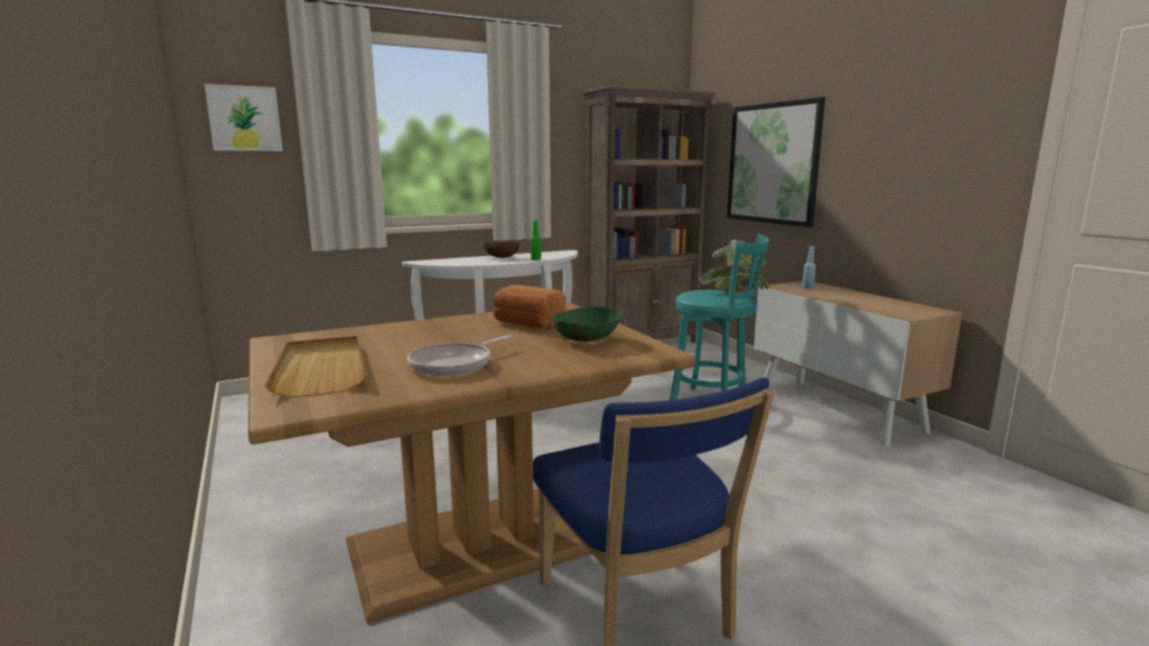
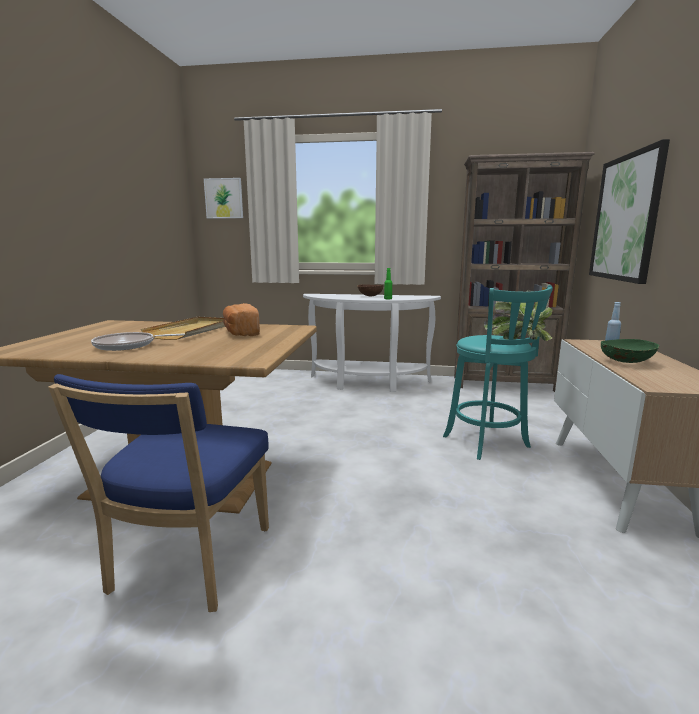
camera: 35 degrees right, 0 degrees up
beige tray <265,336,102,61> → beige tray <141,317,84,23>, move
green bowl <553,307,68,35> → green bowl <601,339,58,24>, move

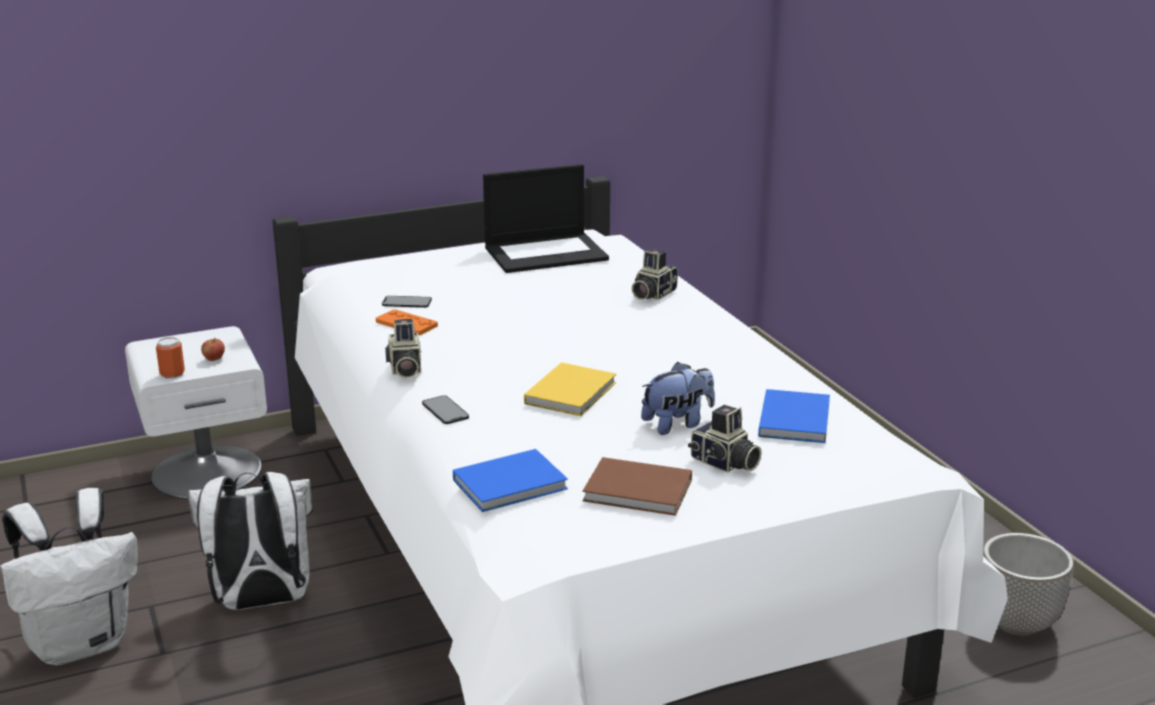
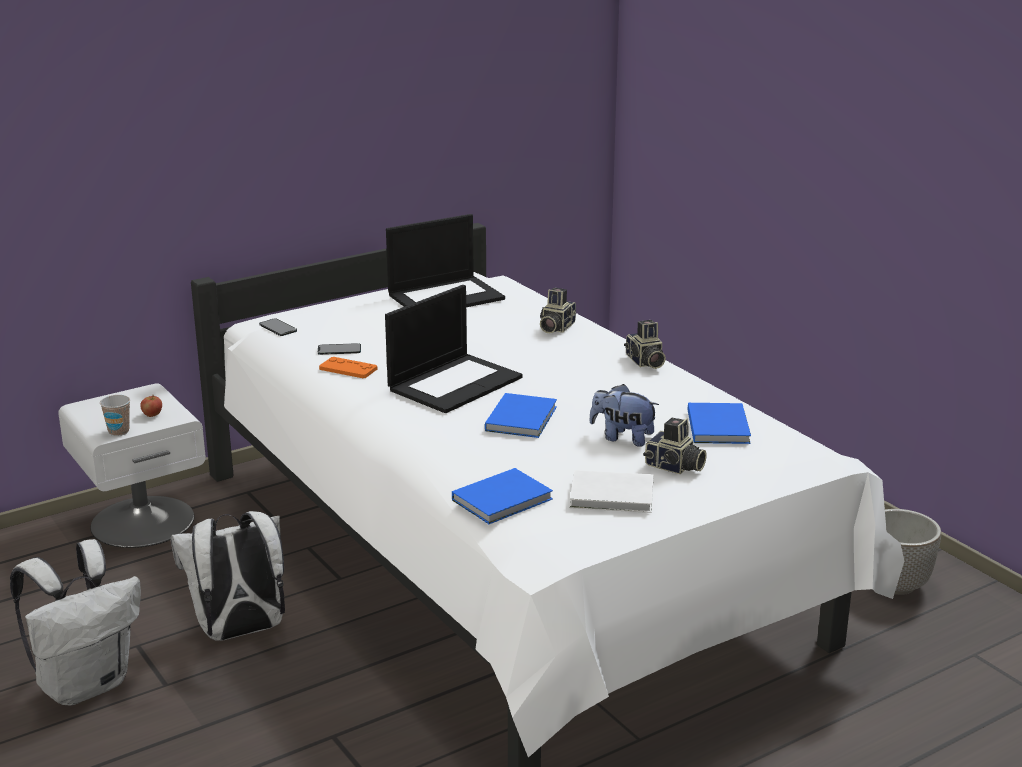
camera: 10 degrees left, 0 degrees up
- → laptop <385,285,138,128>
photo camera <385,319,36,60> → photo camera <624,320,42,49>, move
phone <422,395,47,29> → phone <259,319,38,17>, move
can <156,337,29,42> → cup <100,395,30,41>
yellow book <524,362,92,54> → blue book <485,393,72,45>
brown book <583,457,109,59> → white book <570,470,84,43>
plush toy <641,362,74,73> → plush toy <589,384,70,63>, 120 degrees counterclockwise

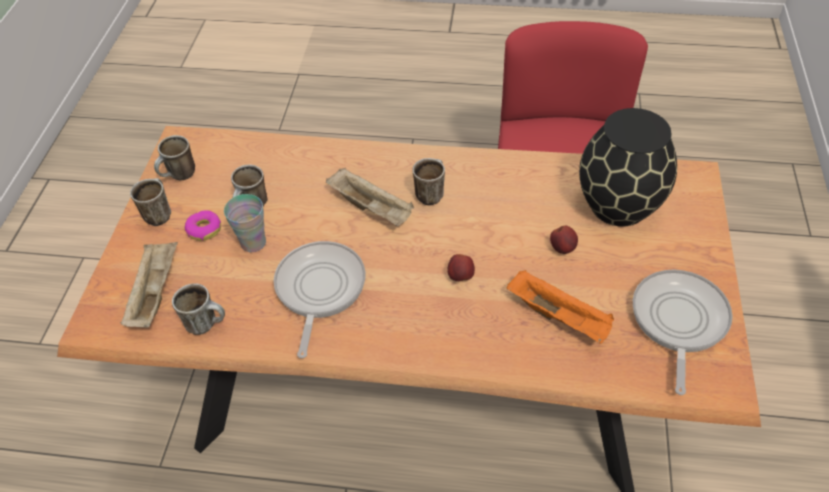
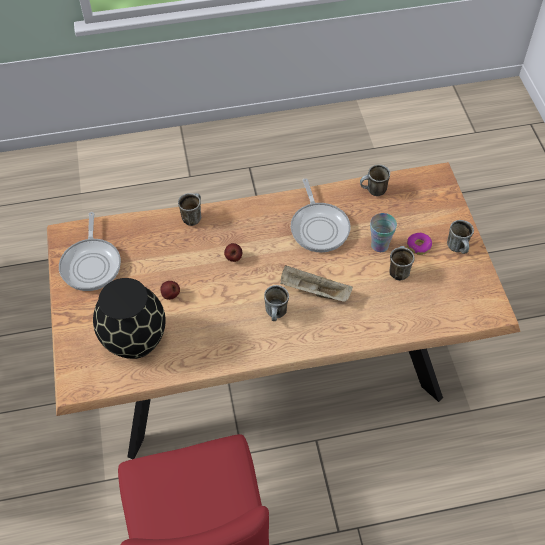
camera: 160 degrees right, 5 degrees up
beige tray <120,242,58,86> → -
orange tray <506,270,108,74> → -
mug <154,135,41,45> → mug <178,193,23,33>, move

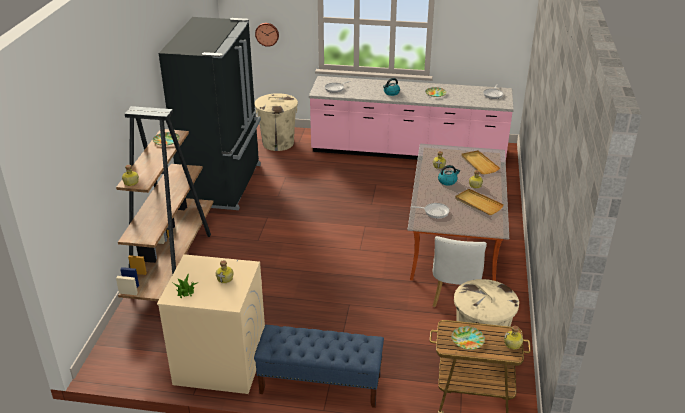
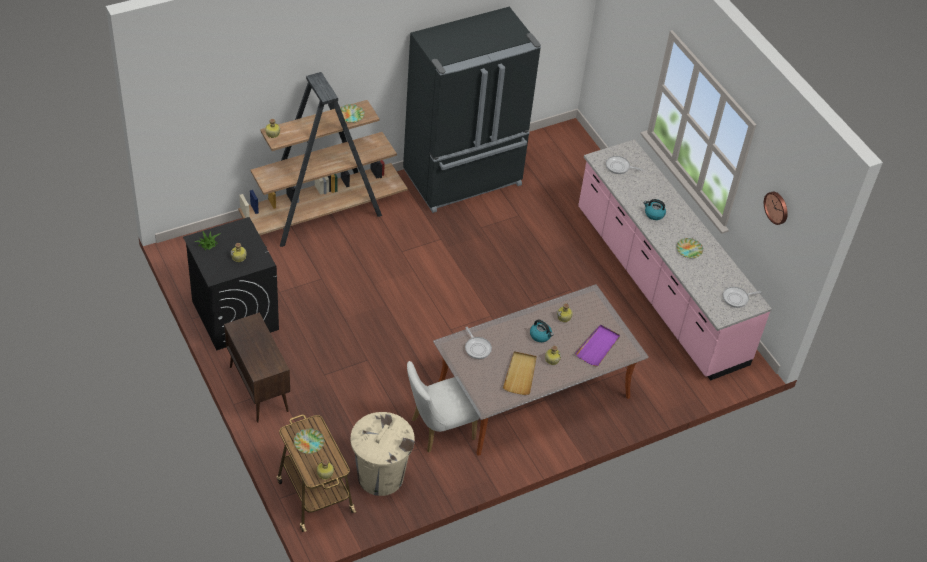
camera: 50 degrees right, 15 degrees up
beige trash can <255,93,43,58> → -
wall clock <255,23,24,24> → wall clock <764,192,24,33>, move
blue bench <254,325,130,83> → brown cabinet <224,312,66,110>
beige washing machine <157,254,108,140> → black washing machine <183,217,96,134>
beige tray <461,150,39,24> → purple tray <575,324,45,42>

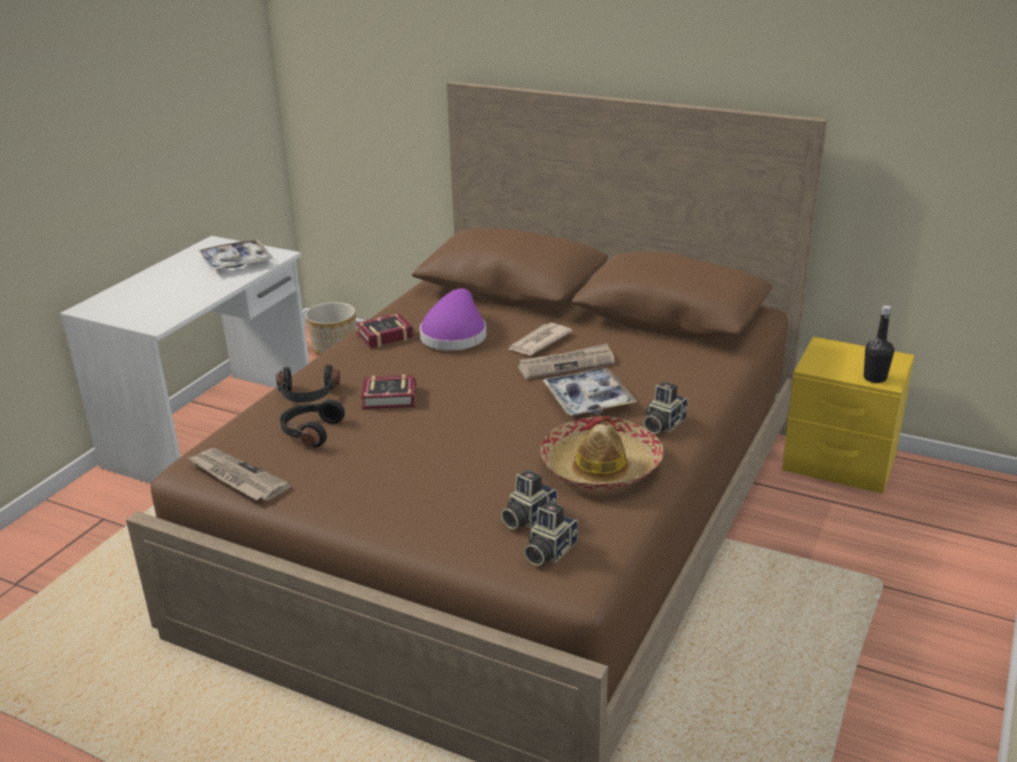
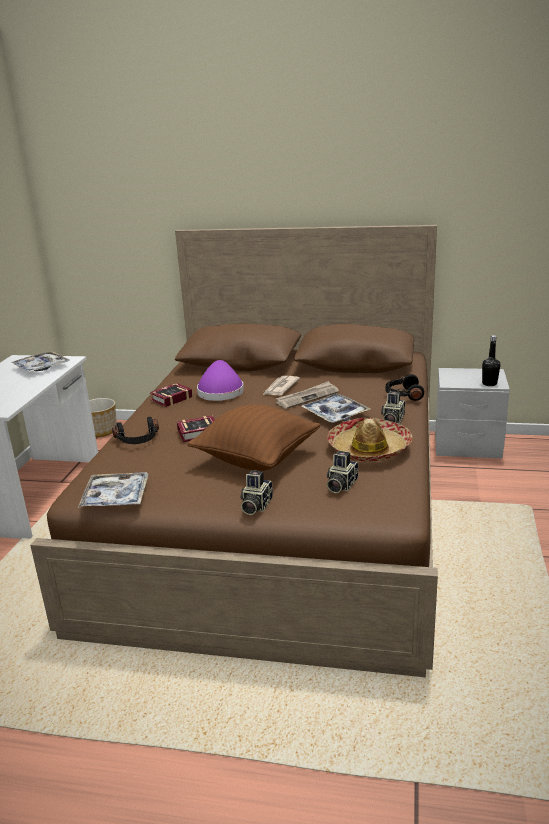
camera: 15 degrees left, 5 degrees down
- → brown pillow <187,405,133,66>
black headphones <280,400,65,47> → black headphones <386,374,38,27>, move
photo camera <524,502,54,64> → photo camera <240,470,33,45>, move
newspaper <188,448,103,53> → tray <78,472,71,36>
yellow nightstand <782,337,132,157> → grey nightstand <435,368,75,91>

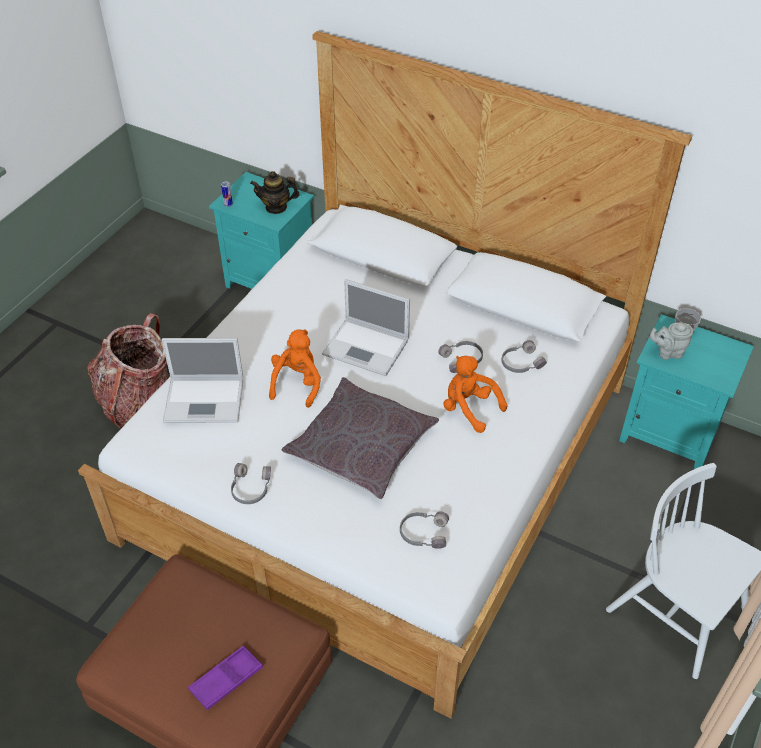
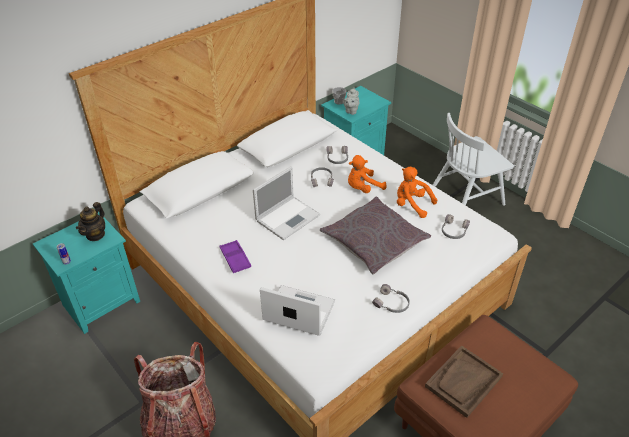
camera: 70 degrees left, 5 degrees down
- → brown tray <425,345,78,73>
purple tray <188,646,75,64> → purple tray <220,240,31,33>, move
orange plush toy <269,329,52,79> → orange plush toy <397,167,40,51>, move
laptop <162,338,81,85> → laptop <260,285,75,51>, 90 degrees counterclockwise

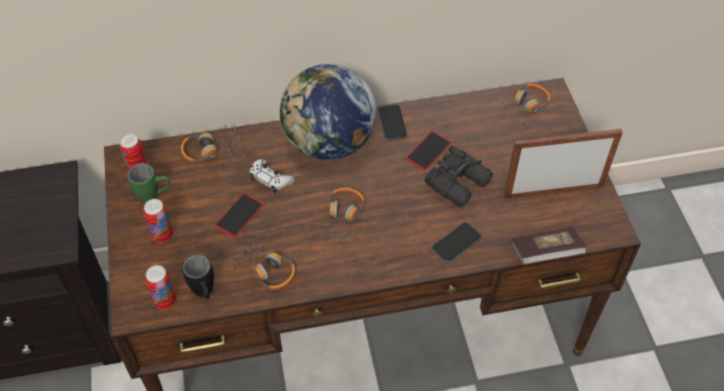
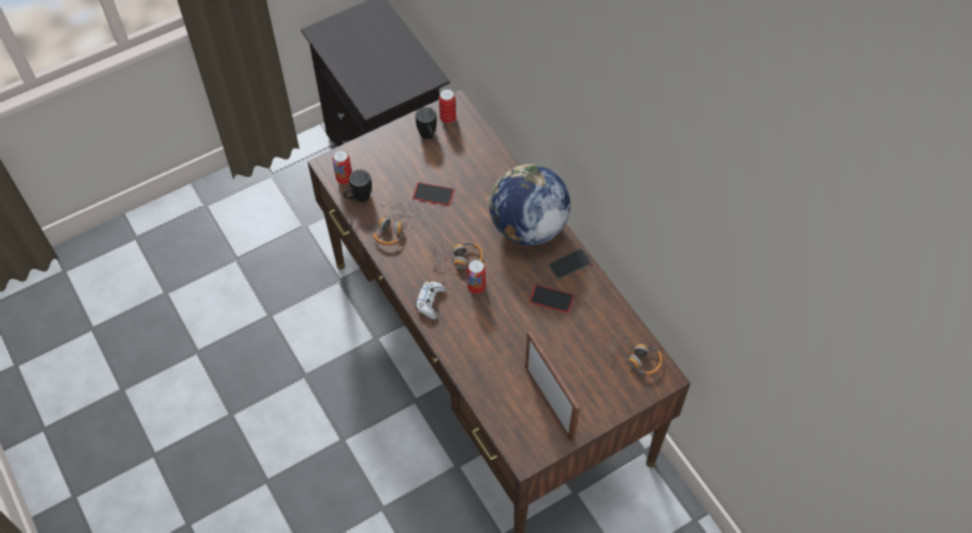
camera: 70 degrees right, 5 degrees up
headphones <181,123,64,40> → -
black binoculars <425,145,68,62> → -
phone <431,222,51,41> → -
book <511,227,76,38> → -
can <143,199,30,44> → can <467,260,18,34>, move
white game controller <250,159,45,34> → white game controller <415,281,31,38>, move
green mug <127,163,43,41> → black mug <415,107,22,32>

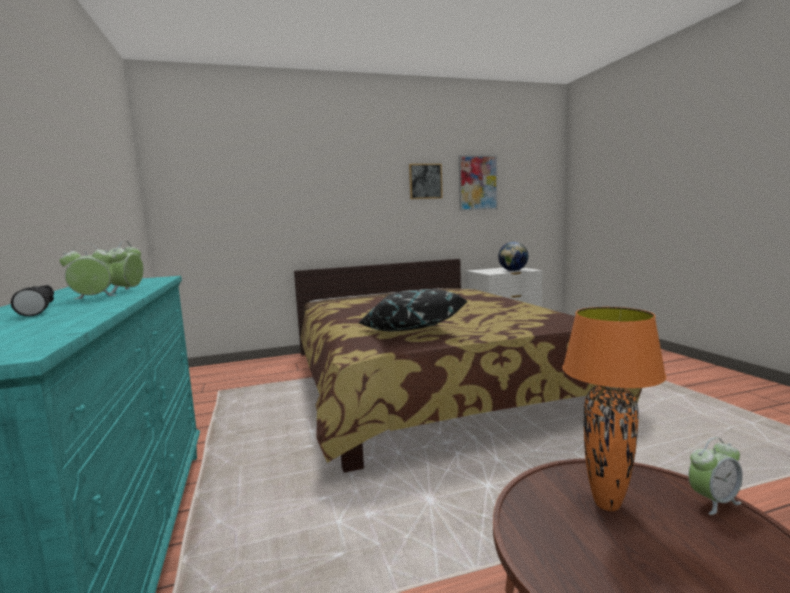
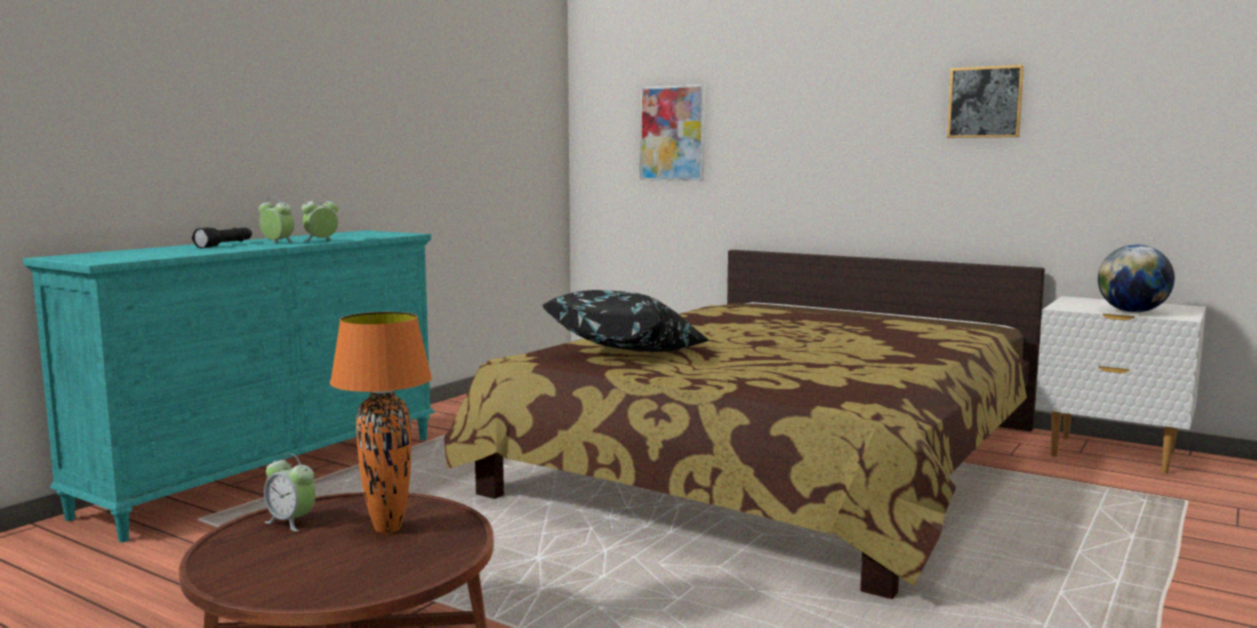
camera: 50 degrees right, 0 degrees up
picture <459,155,39,56> → picture <640,84,65,97>, move
alarm clock <688,437,55,78> → alarm clock <264,453,52,78>, move

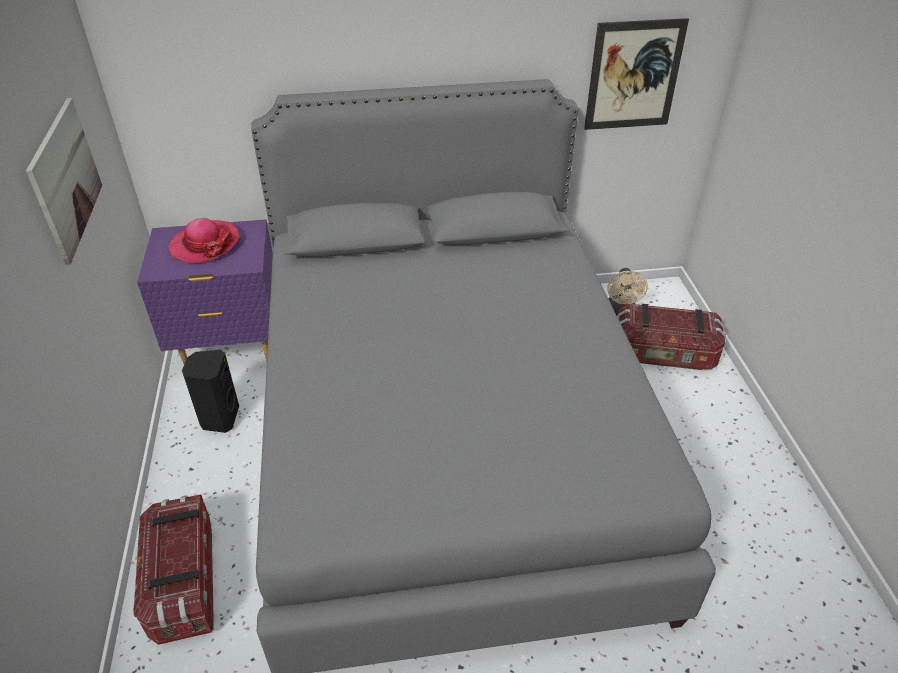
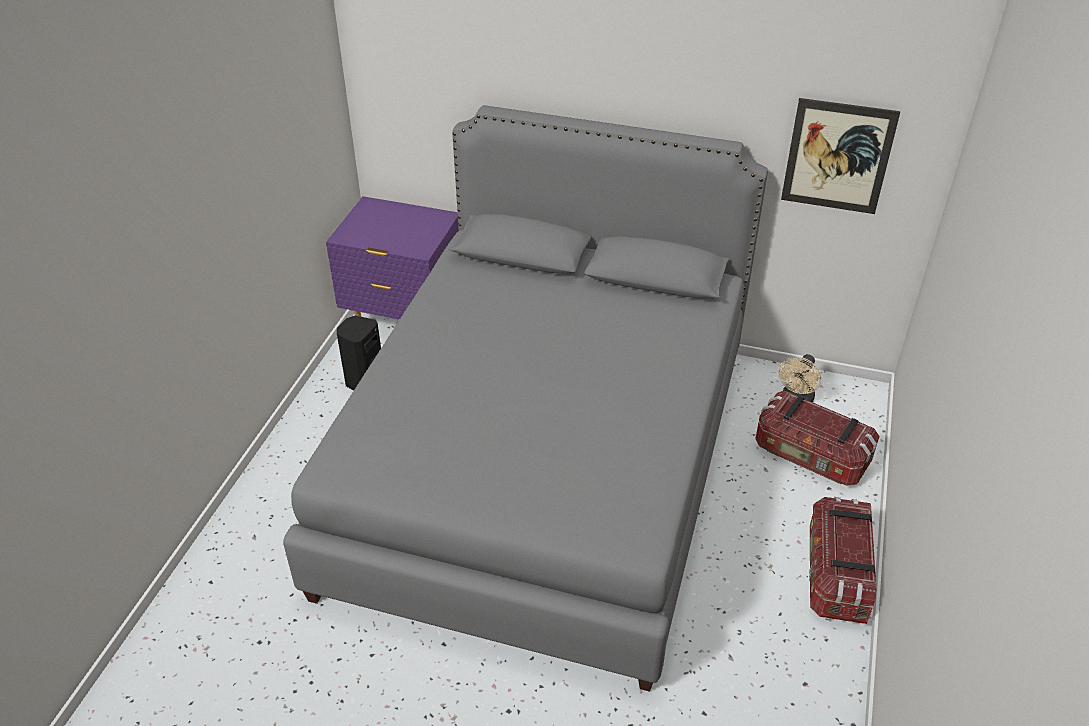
camera: 25 degrees right, 0 degrees up
picture <26,98,76,167> → -
hat <169,218,72,45> → -
storage box <133,495,81,150> → storage box <809,497,67,127>, move

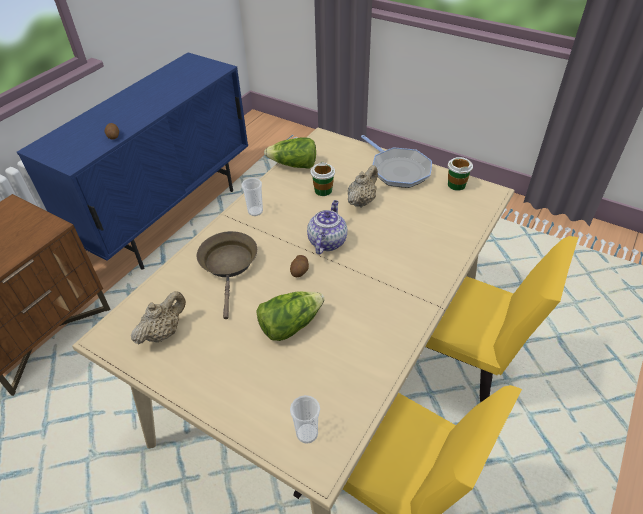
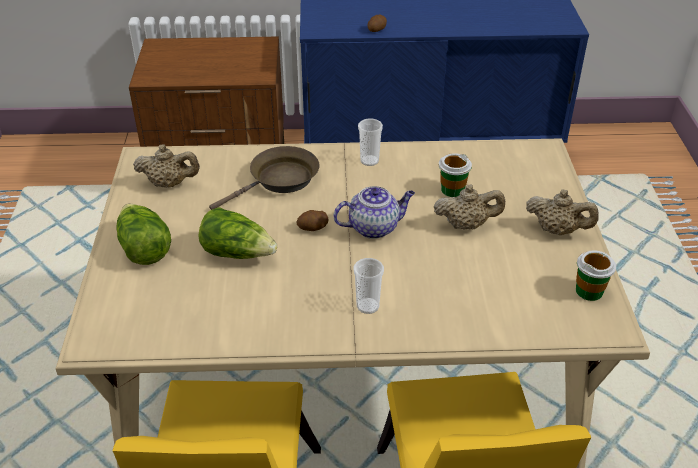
camera: 55 degrees right, 5 degrees down
lettuce <264,137,52,32> → lettuce <117,203,54,62>, move
cup <290,395,30,49> → cup <354,258,30,56>, move
frying pan <361,135,71,53> → beige teapot <526,189,73,46>

